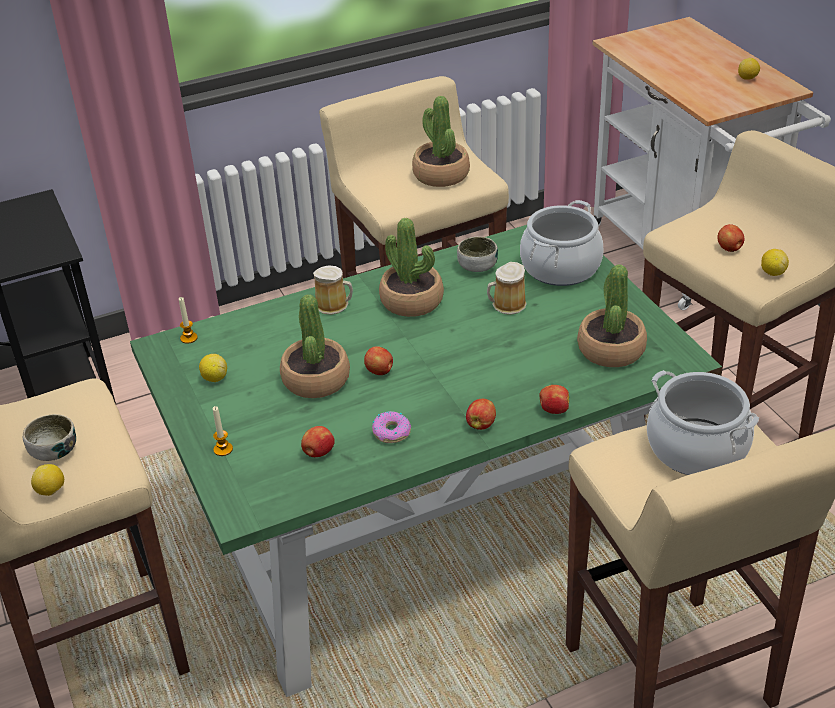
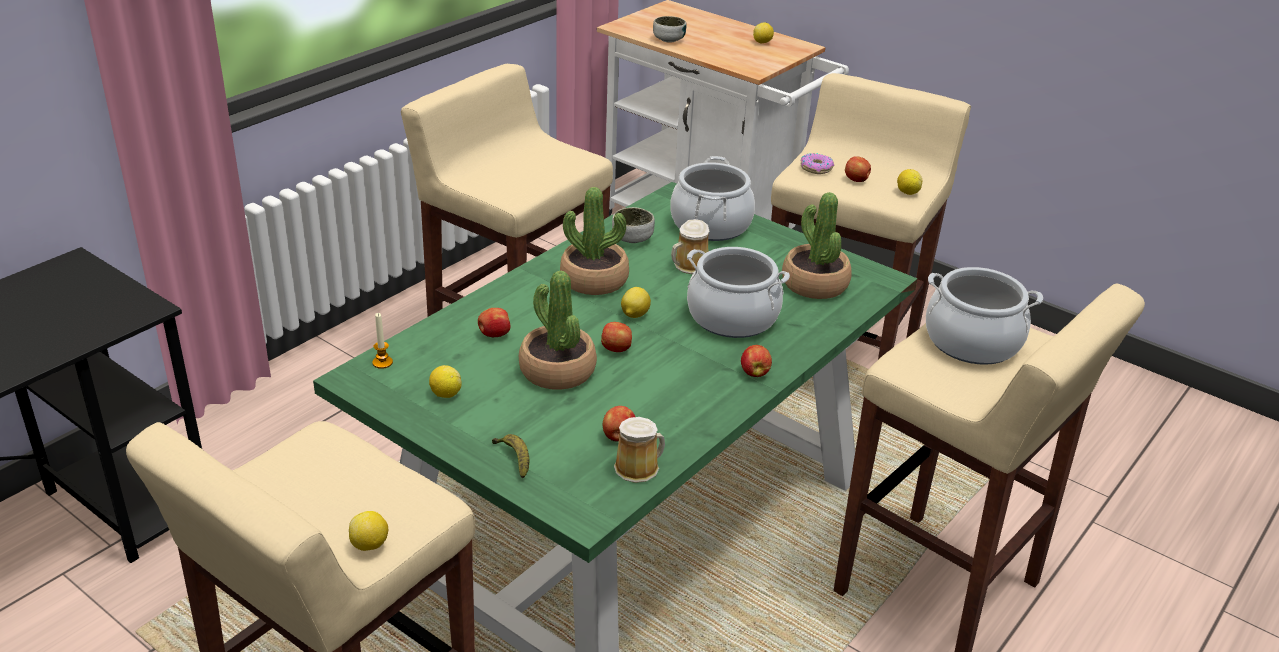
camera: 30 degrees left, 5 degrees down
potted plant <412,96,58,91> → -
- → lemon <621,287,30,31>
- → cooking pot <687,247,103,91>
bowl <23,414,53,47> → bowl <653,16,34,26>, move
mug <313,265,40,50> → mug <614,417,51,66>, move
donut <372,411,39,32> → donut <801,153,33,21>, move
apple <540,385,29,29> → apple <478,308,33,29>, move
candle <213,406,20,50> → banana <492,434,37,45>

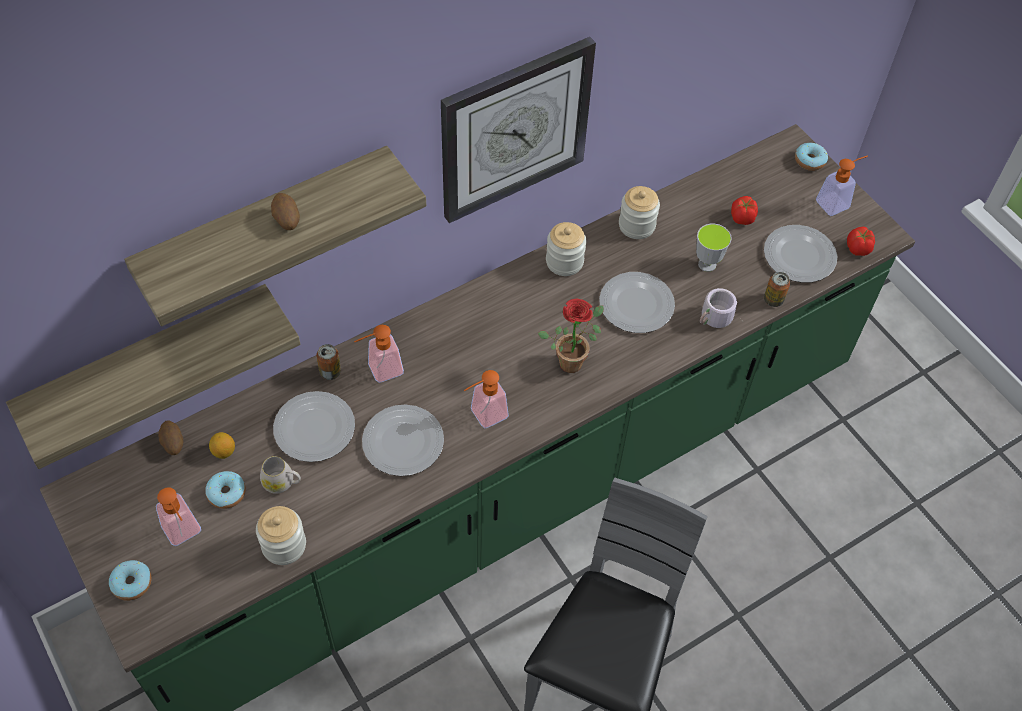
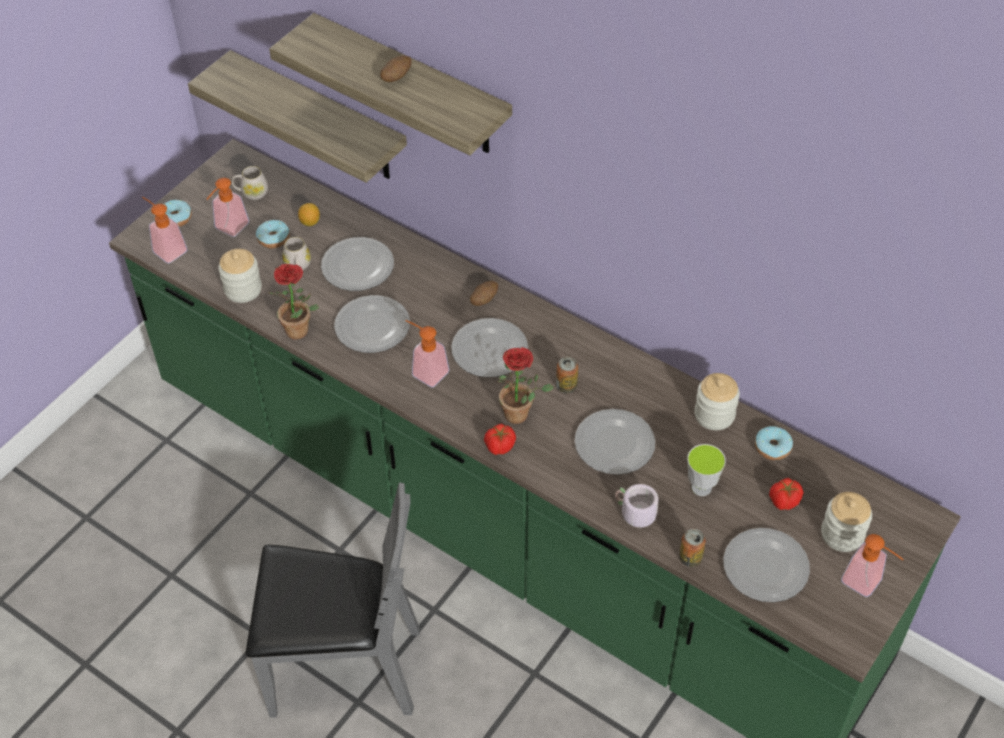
camera: 70 degrees right, 5 degrees down
wall clock <441,37,155,186> → -
- → white mug <232,166,36,34>
- → potted plant <268,264,51,76>
- → plate <451,318,77,59>
potato <159,420,24,35> → potato <470,281,28,25>, move
can <316,344,25,36> → can <556,357,22,36>, move
soap dispenser <354,325,50,58> → soap dispenser <142,197,46,66>, move
jar <546,222,40,54> → jar <821,492,51,60>, move
donut <795,143,33,28> → donut <755,426,38,34>, move
tomato <847,227,28,29> → tomato <484,423,32,32>, move

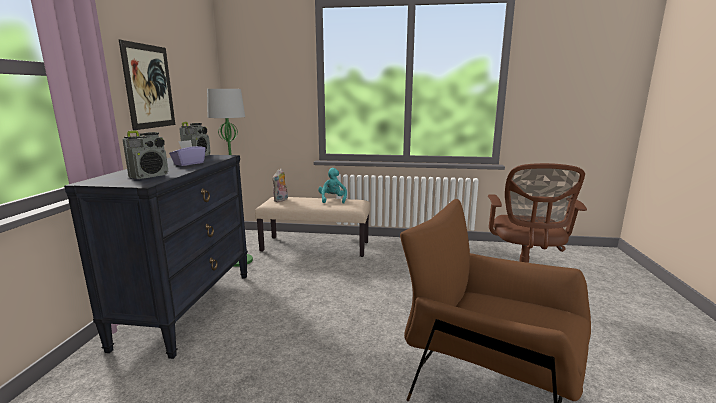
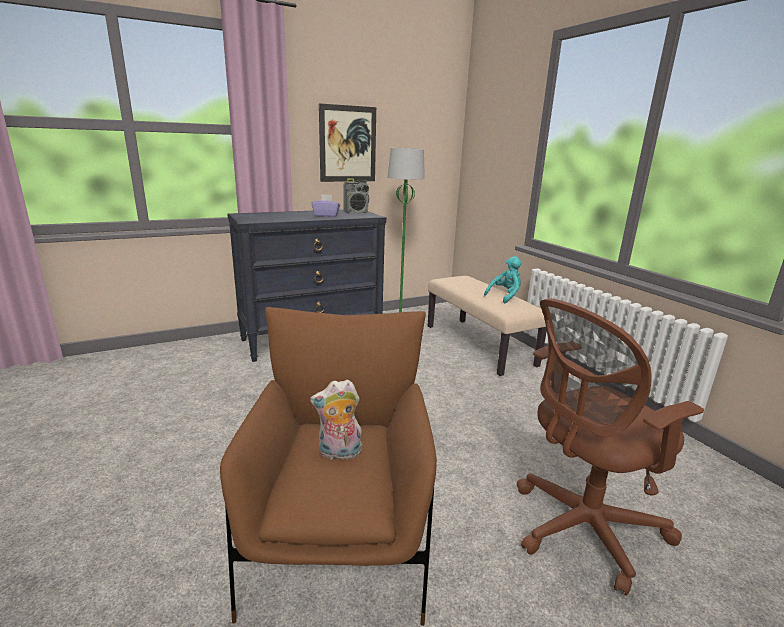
camera: 55 degrees right, 5 degrees up
radio <122,130,46,49> → -
plush toy <272,169,16,33> → plush toy <310,379,52,81>, move

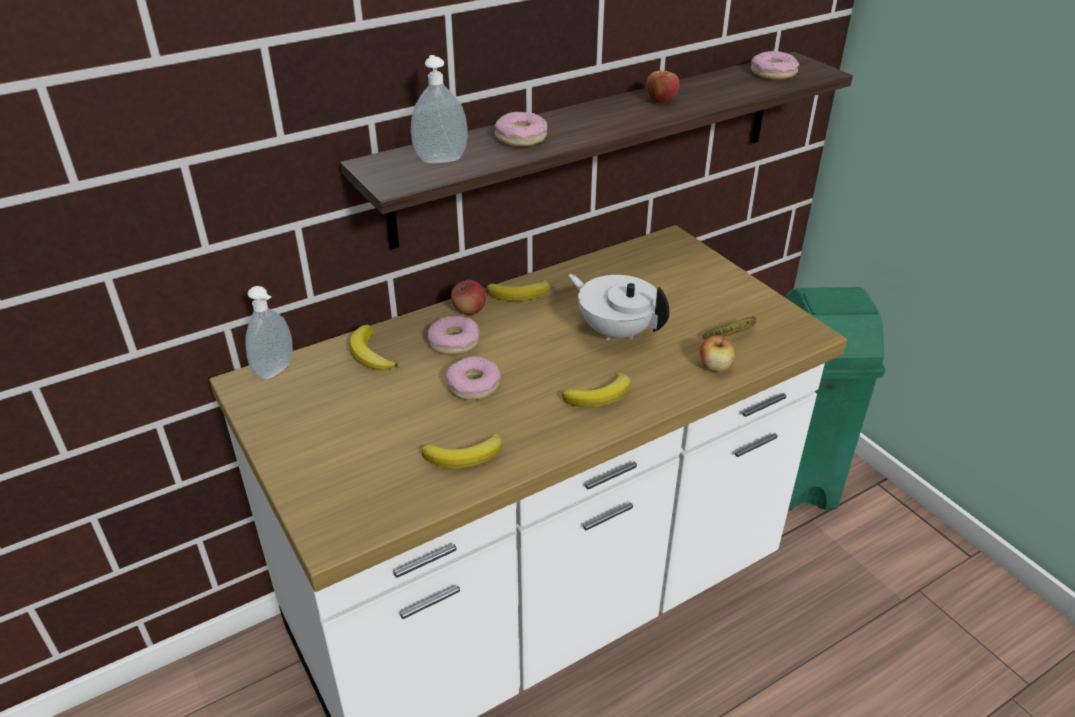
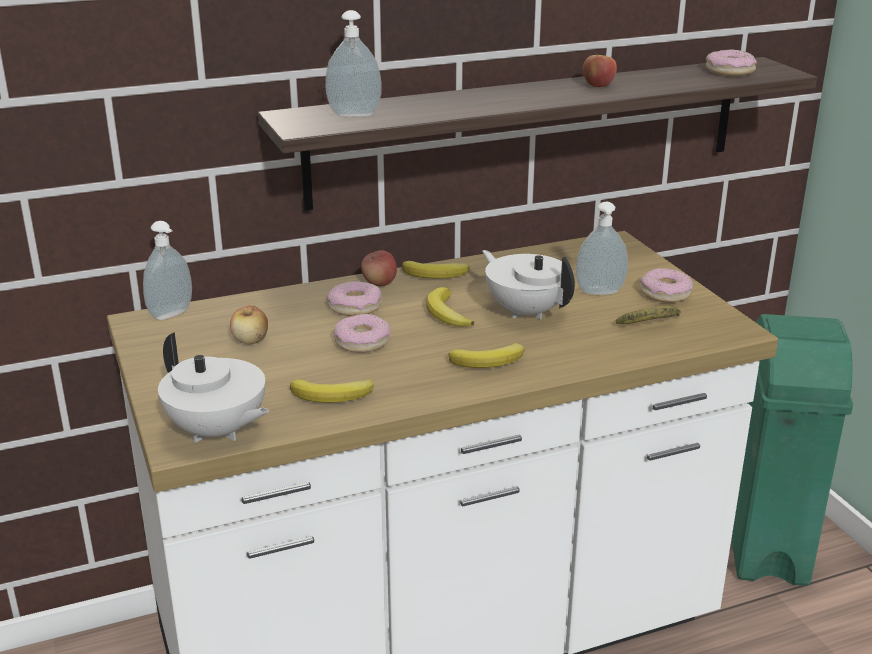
camera: 10 degrees right, 10 degrees down
- → white teapot <158,332,111,111>
- → soap dispenser <576,202,52,93>
banana <349,325,49,46> → banana <426,287,48,40>, move
donut <494,112,53,35> → donut <640,268,53,35>, move
apple <700,335,36,37> → apple <230,306,38,39>, move

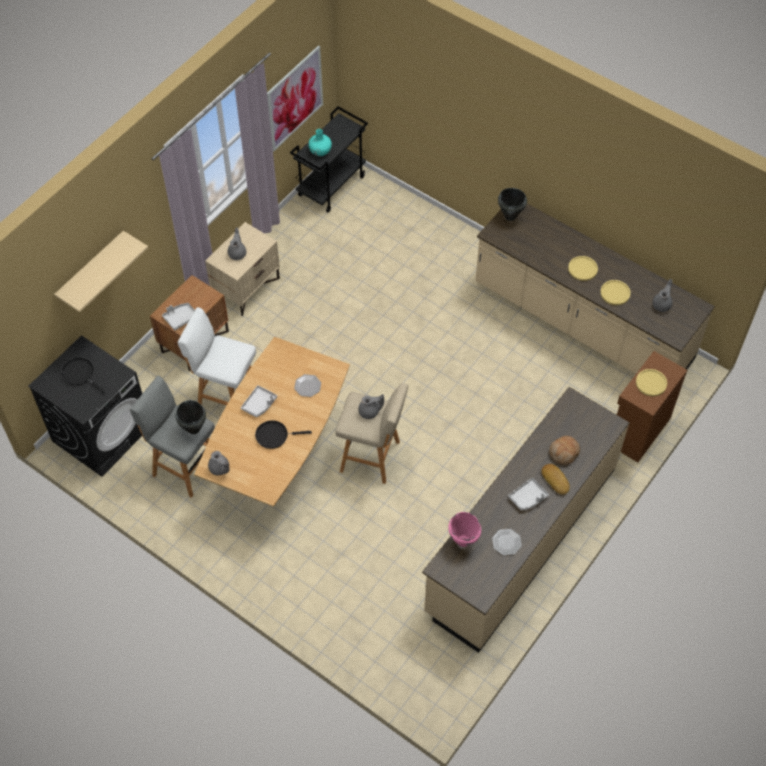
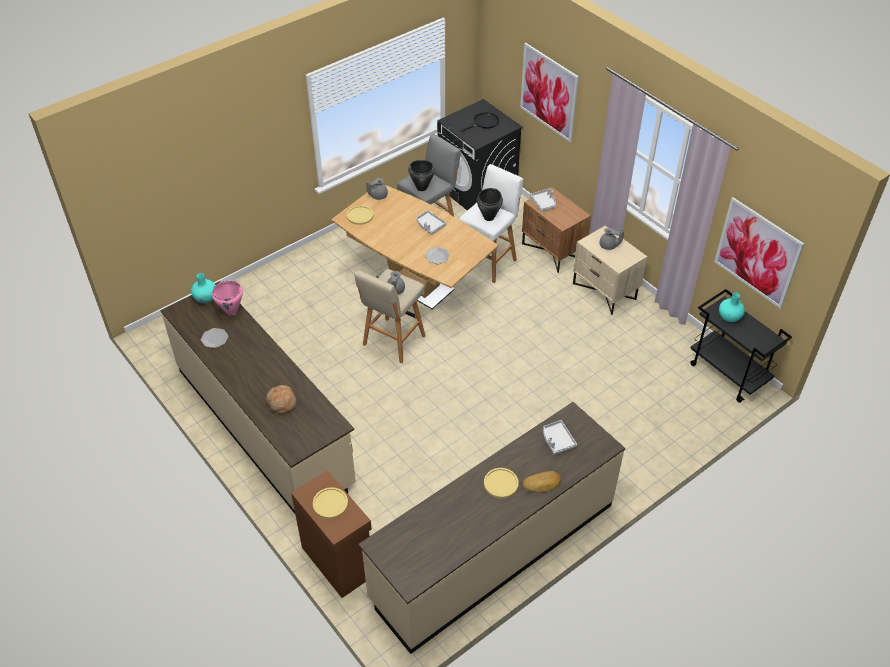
camera: 105 degrees right, 10 degrees down
black frying pan <255,420,57,29> → -
grey teapot <652,279,21,33> → -
- → turquoise vase <191,273,25,30>
black cooking pot <498,188,29,33> → black cooking pot <477,188,26,33>, move
grey tray <508,478,41,32> → grey tray <543,420,34,35>, move
bread <541,464,29,31> → bread <523,471,38,22>, move
yellow plate <600,280,31,25> → yellow plate <347,205,27,20>, move
beige shelf <54,231,94,81> → picture <520,43,59,99>

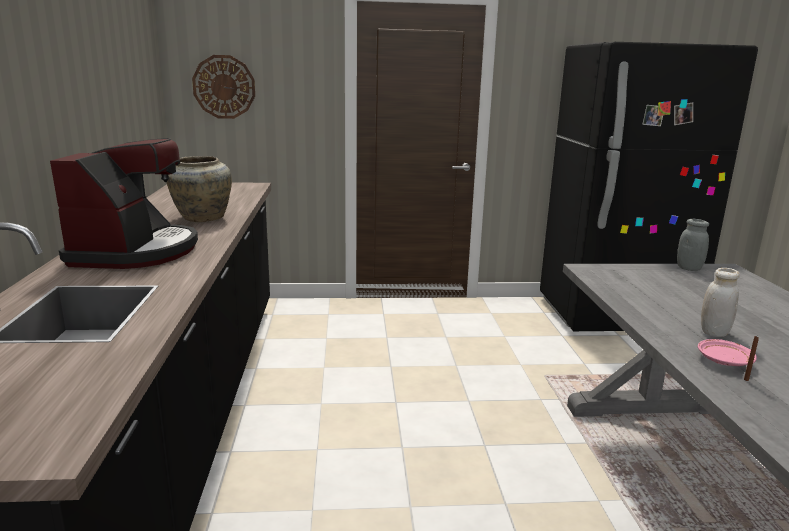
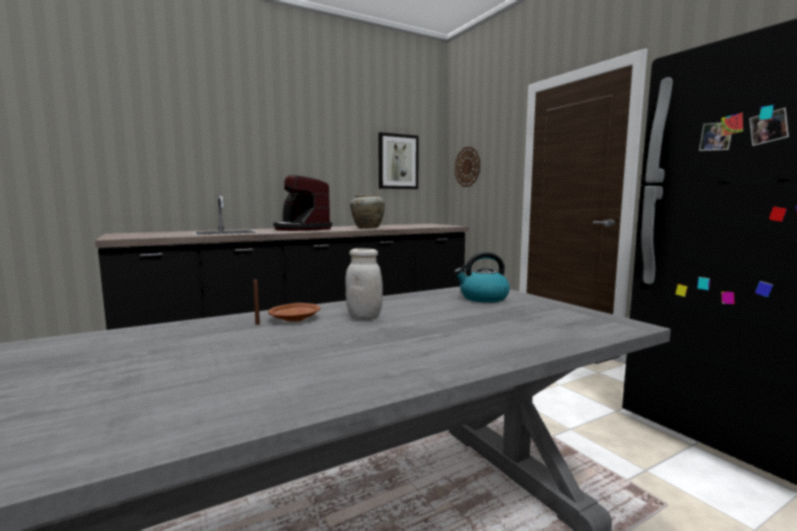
camera: 65 degrees right, 10 degrees down
grey jar <677,219,32,52> → -
- → picture <378,132,41,57>
- → kettle <454,252,56,51>
pink plate <698,339,59,27> → brown plate <268,303,53,18>
coffee machine <50,138,148,131> → coffee machine <273,175,59,56>, 75 degrees clockwise

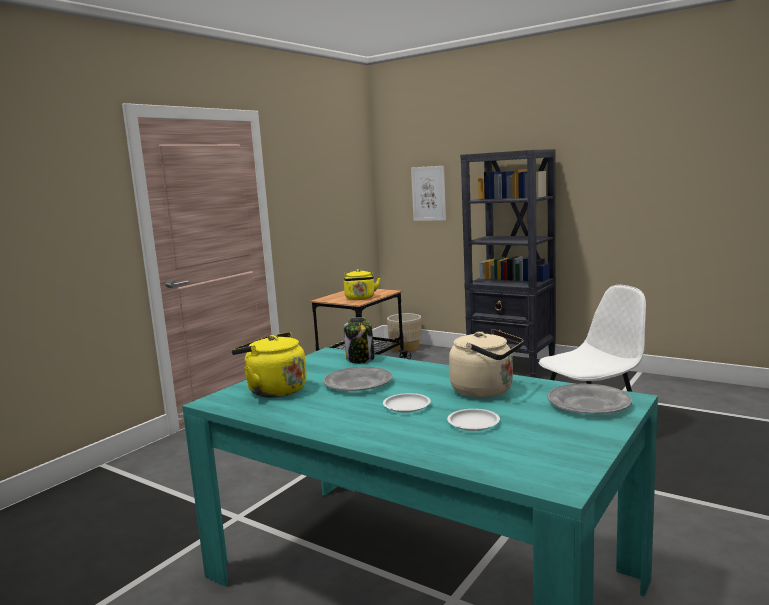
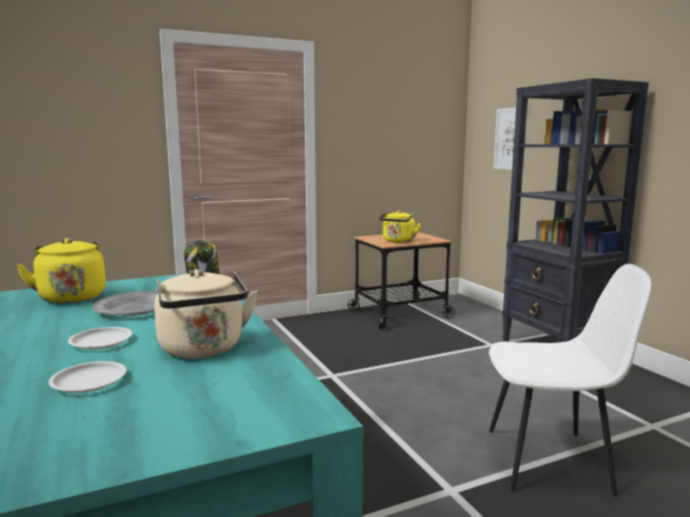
camera: 30 degrees right, 0 degrees up
beige planter <387,313,34,39> → -
grey plate <548,384,84,30> → -

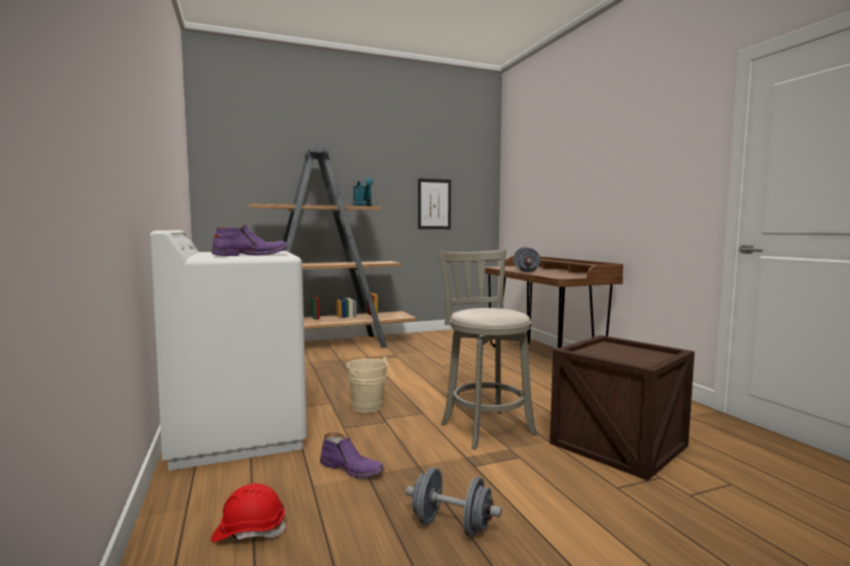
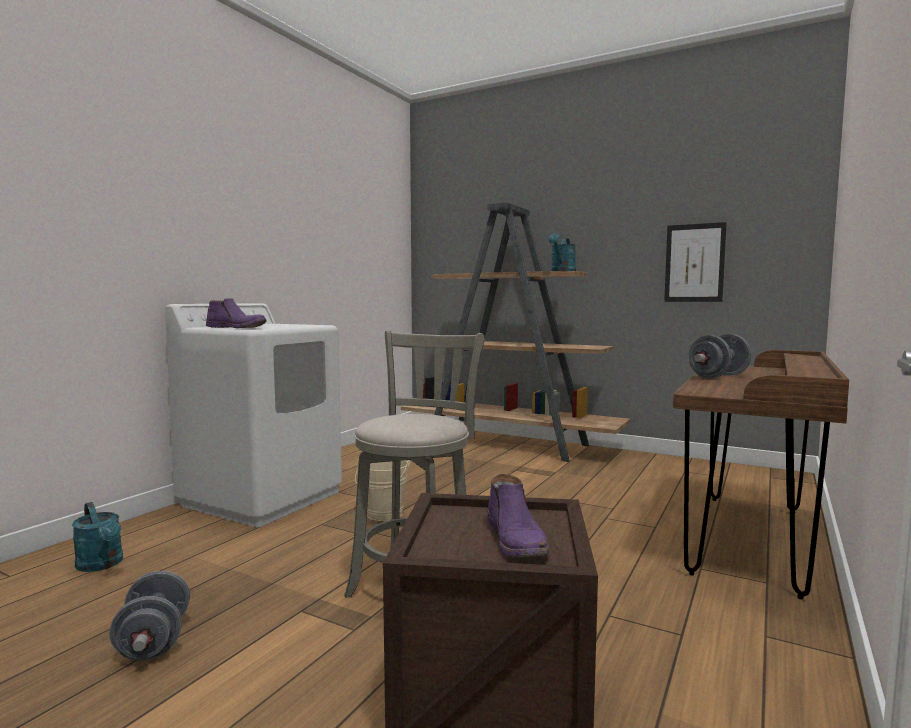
camera: 50 degrees right, 0 degrees up
purple boot <320,433,64,45> → purple boot <487,474,62,84>, move
red hard hat <211,483,76,59> → turquoise watering can <72,502,51,70>

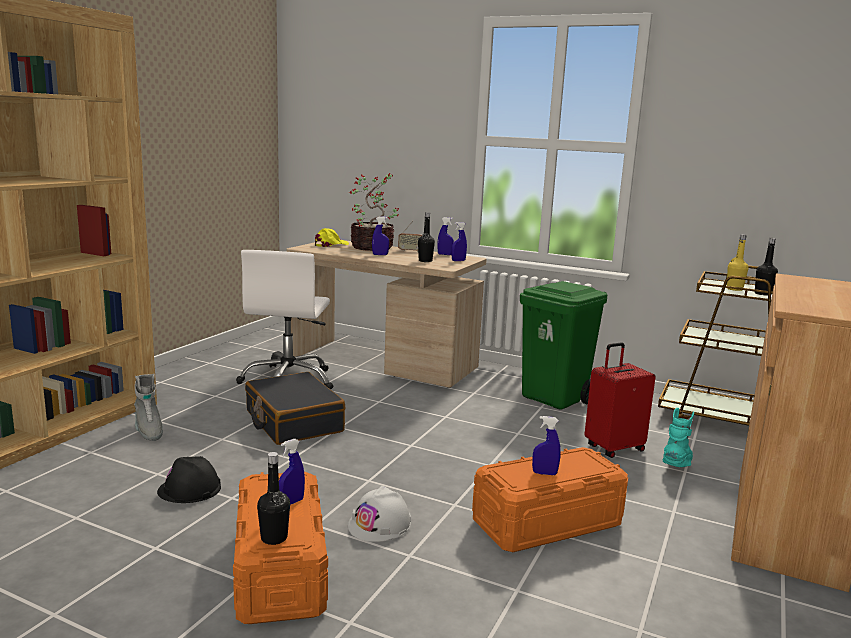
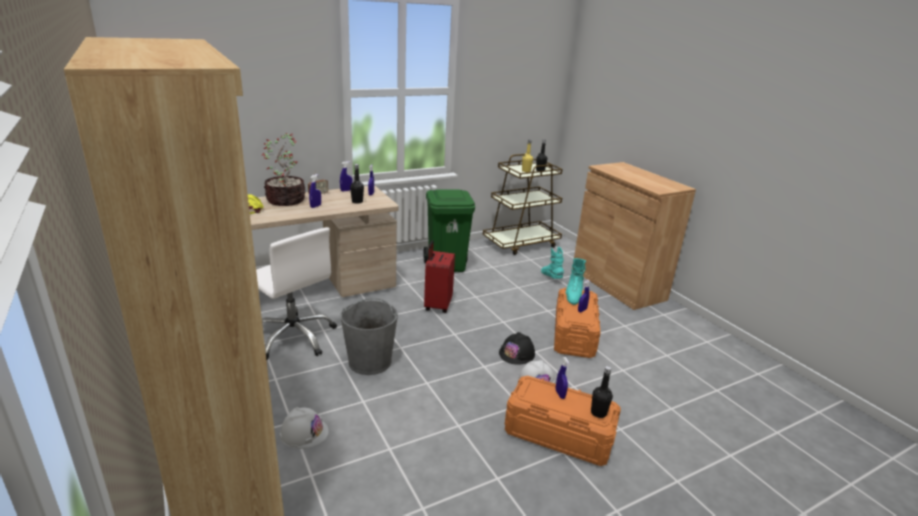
camera: 55 degrees left, 10 degrees up
- → turquoise boot <566,258,20,47>
black hard hat <157,456,64,47> → black hard hat <499,332,36,33>, move
red suitcase <584,342,72,116> → red suitcase <424,240,31,73>, move
grey boot <134,374,29,67> → white hard hat <279,407,50,42>
black suitcase <245,372,101,73> → grey bucket <340,298,58,77>

